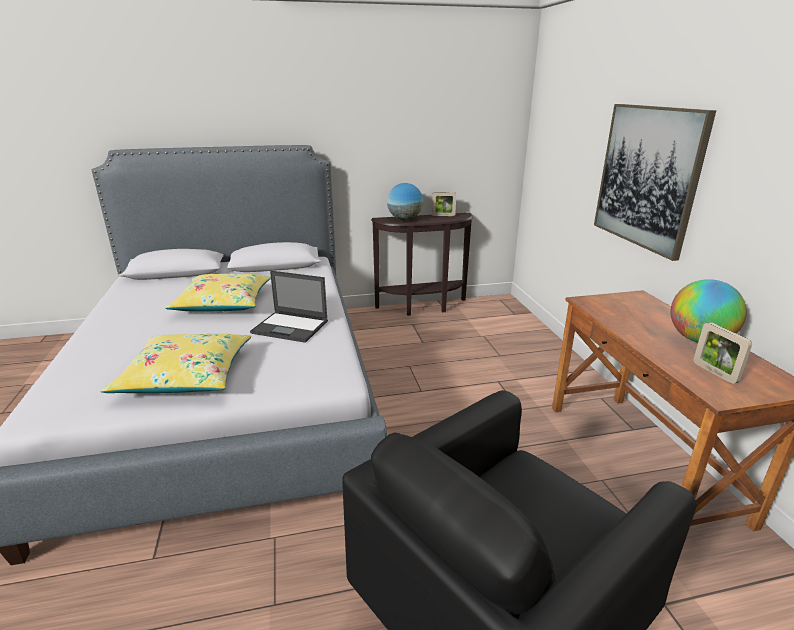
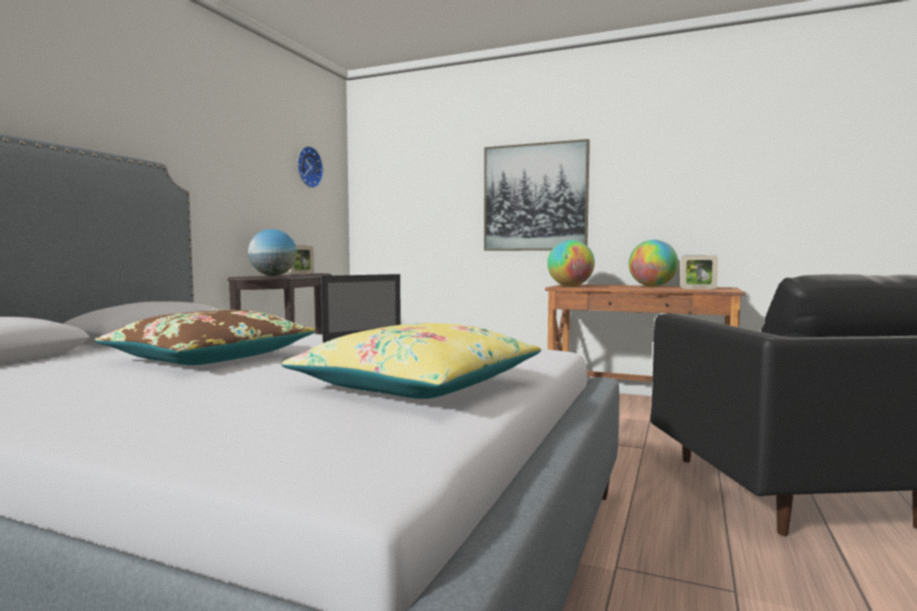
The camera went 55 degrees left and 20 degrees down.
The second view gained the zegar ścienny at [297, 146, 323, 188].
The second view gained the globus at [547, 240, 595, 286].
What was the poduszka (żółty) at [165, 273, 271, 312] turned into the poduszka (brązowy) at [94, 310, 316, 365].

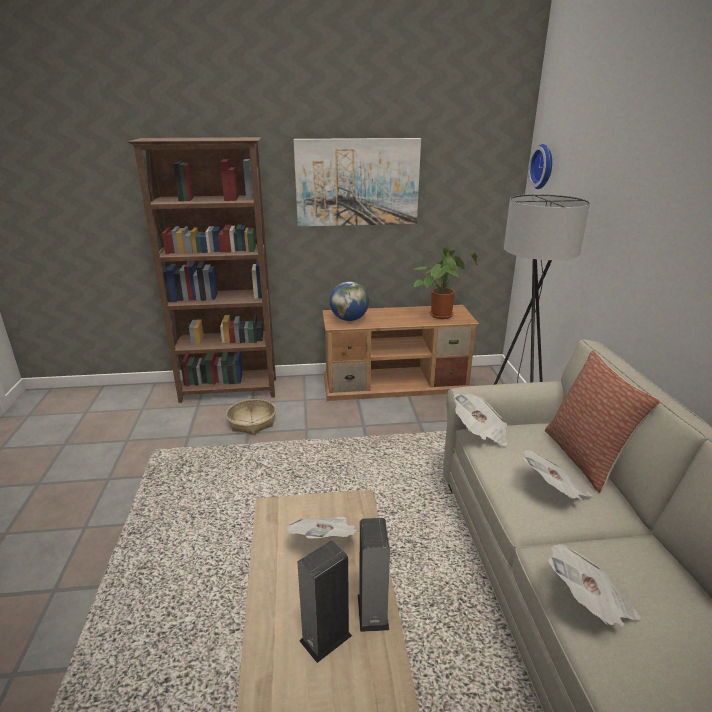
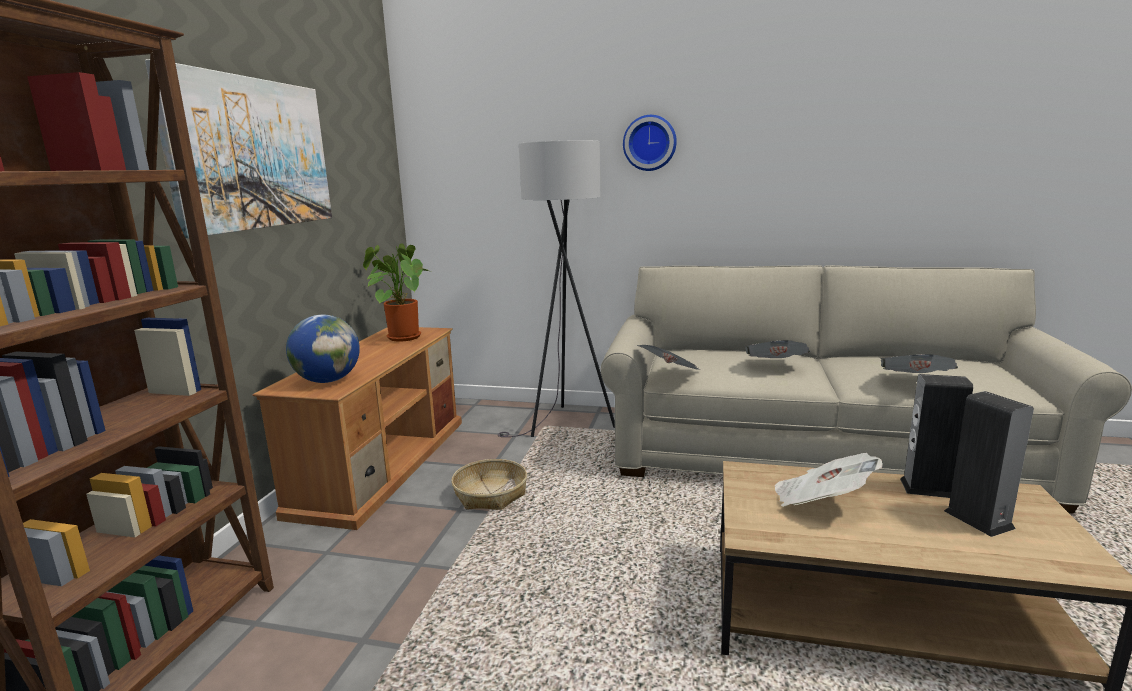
The camera went 70 degrees left and 10 degrees down.
The second view lost the poduszka at [545, 350, 660, 493].
The koszyk ended up elsewhere, having gone from [226, 399, 276, 435] to [451, 459, 527, 510].
The zegar ścienny ended up elsewhere, having gone from [528, 144, 552, 189] to [623, 115, 677, 171].

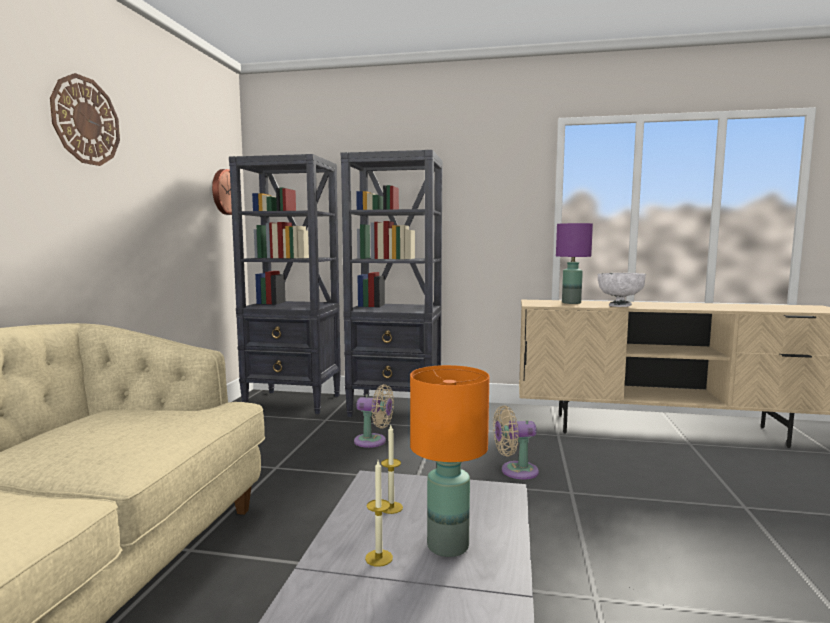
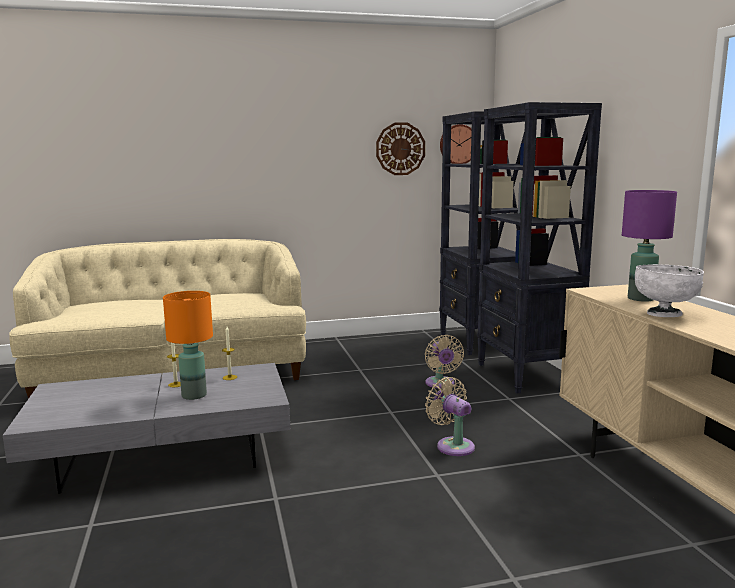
The camera went 65 degrees right and 5 degrees up.
The zegar ścienny ended up elsewhere, having gone from [50, 73, 120, 166] to [376, 123, 425, 175].

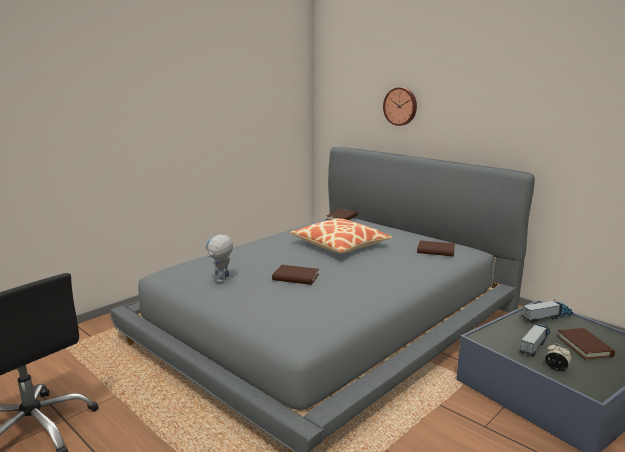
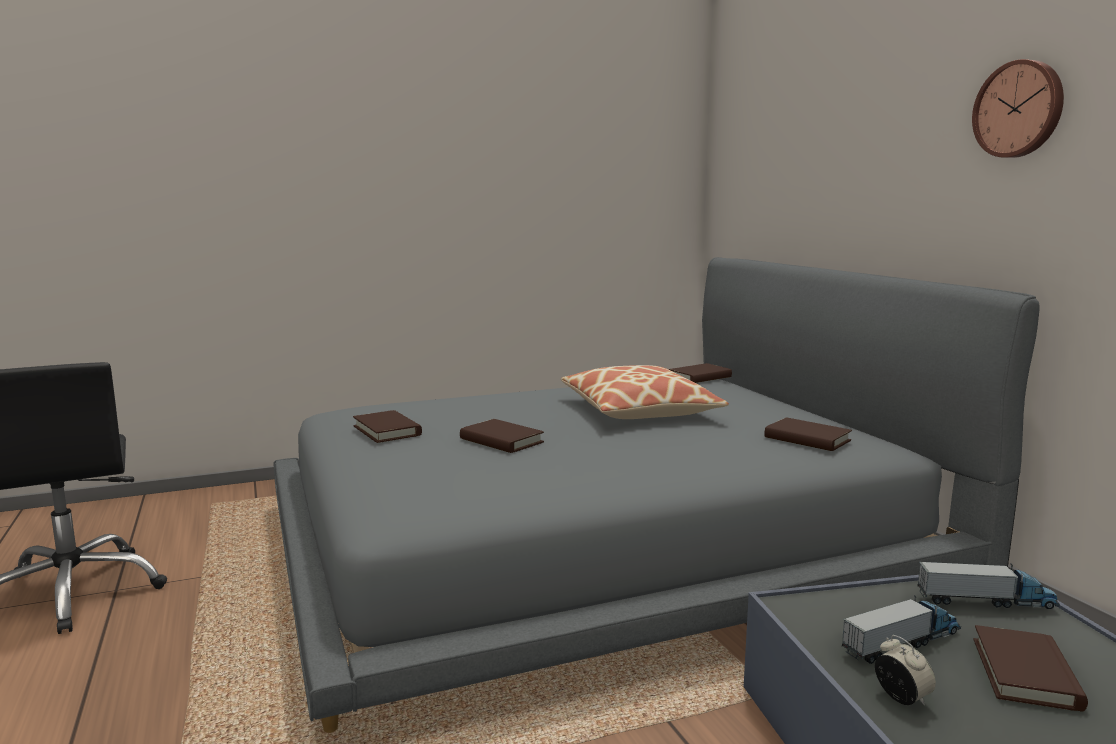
The camera went 25 degrees right and 5 degrees down.
The zegar ścienny ended up elsewhere, having gone from [383, 87, 417, 126] to [972, 59, 1064, 158].
Where the robot zabawkowy stood at [205, 235, 233, 283], the książka (brązowy) came to stand at [353, 410, 422, 443].

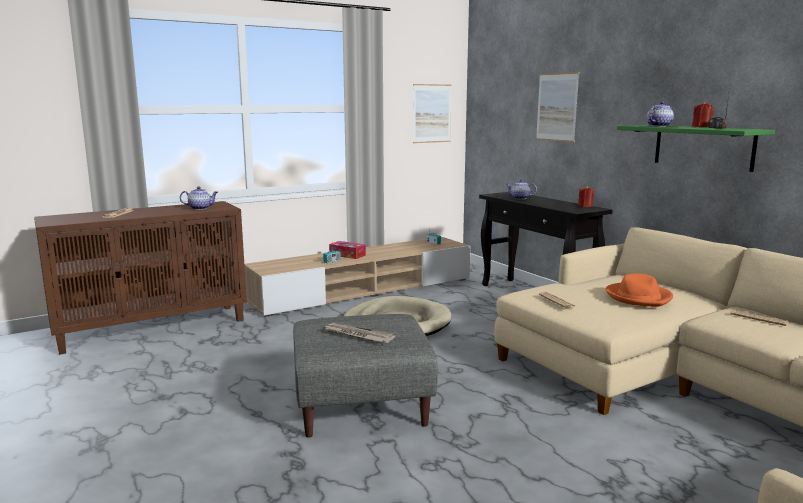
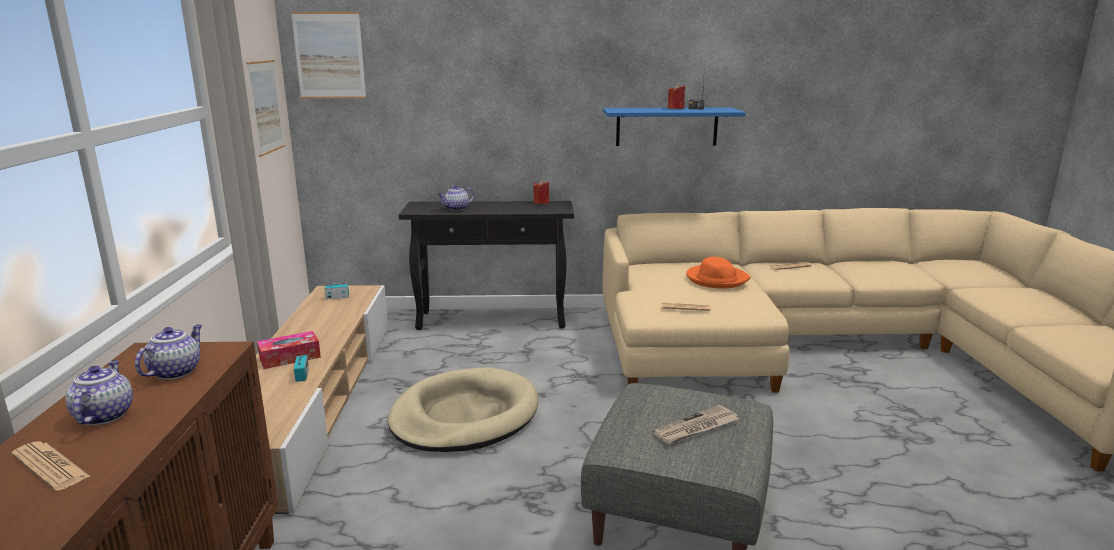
The camera went 60 degrees left and 5 degrees up.
The obraz ended up elsewhere, having gone from [536, 72, 579, 142] to [291, 12, 366, 99].
The imbryk ended up elsewhere, having gone from [647, 101, 674, 127] to [66, 360, 133, 425].
What was the półka (zielony) at [617, 125, 775, 172] turned into the półka (niebieski) at [603, 107, 746, 146].

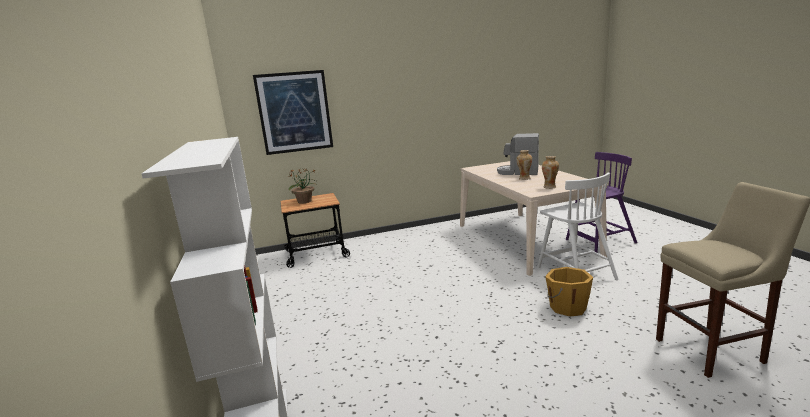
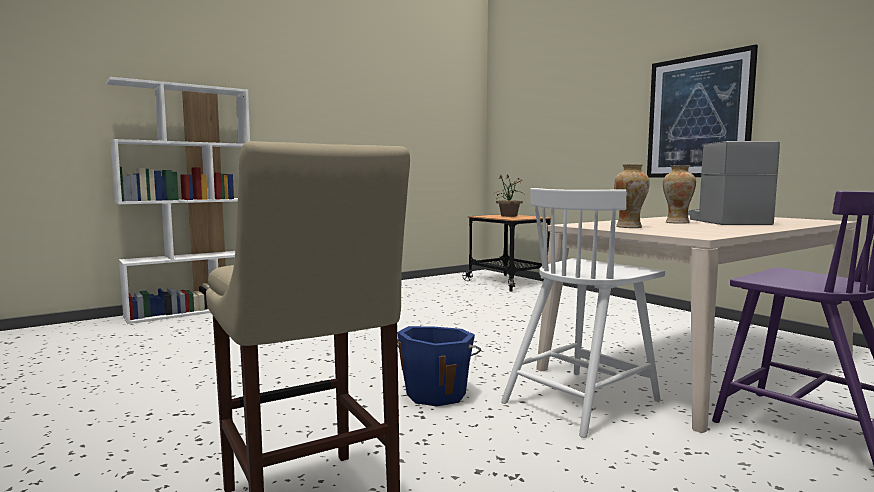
The camera went 70 degrees right and 10 degrees down.
The obraz ended up elsewhere, having gone from [253, 70, 333, 155] to [647, 44, 758, 177].
What was the wiadro (pomarańczowy) at [545, 267, 593, 317] turned into the wiadro (niebieski) at [397, 326, 481, 406].

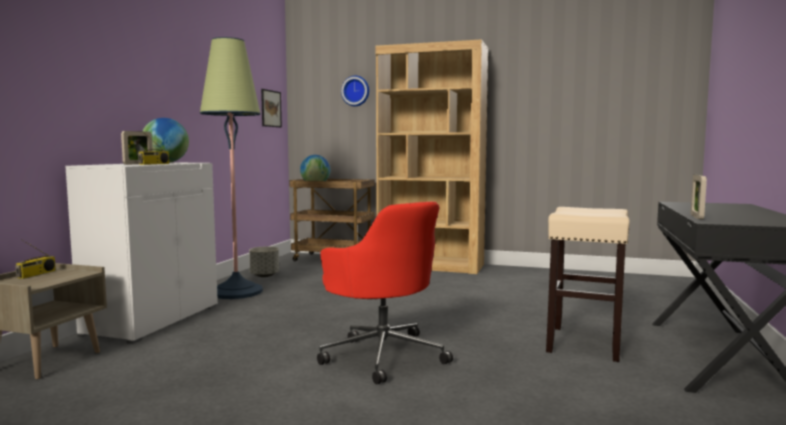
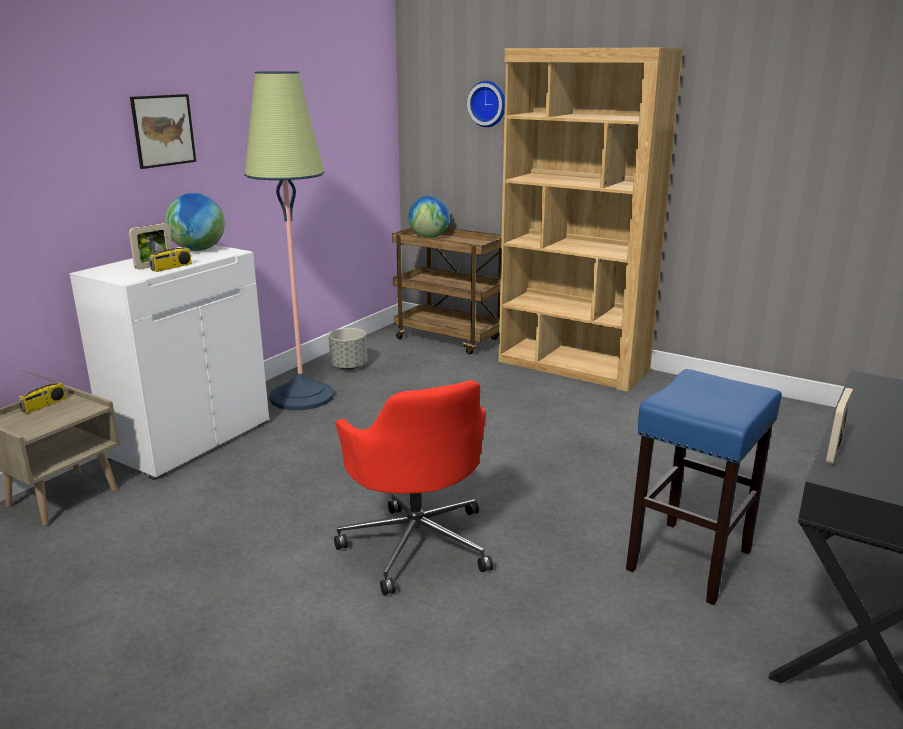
The camera went 15 degrees right and 15 degrees up.
The obraz ended up elsewhere, having gone from [261, 89, 282, 127] to [130, 94, 196, 169].
What was the stołek (beżowy) at [546, 207, 630, 362] turned into the stołek (niebieski) at [626, 369, 782, 605].

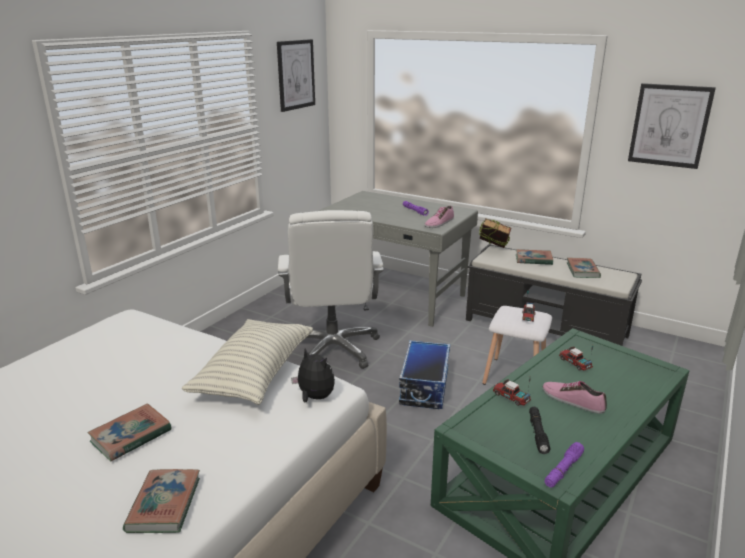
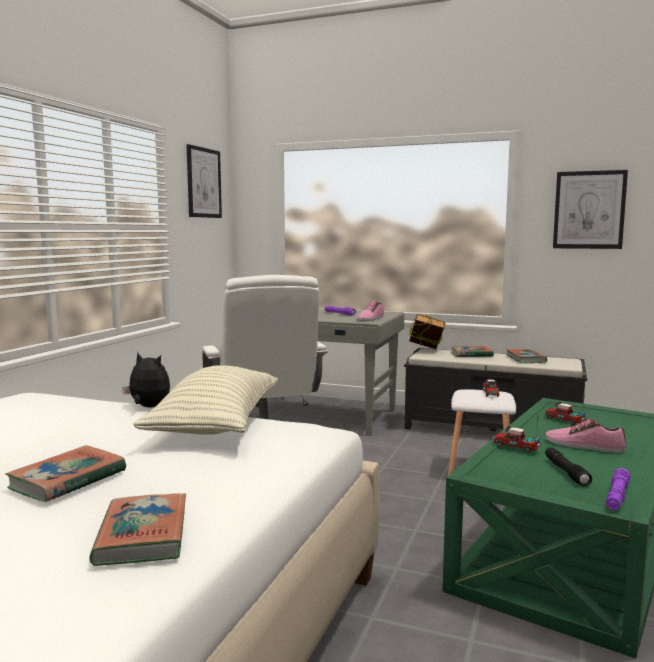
The camera went 10 degrees left and 15 degrees down.
The second view lost the pojemnik do przechowywania at [399, 340, 450, 409].
The pluszak ended up elsewhere, having gone from [291, 348, 335, 403] to [122, 353, 170, 407].

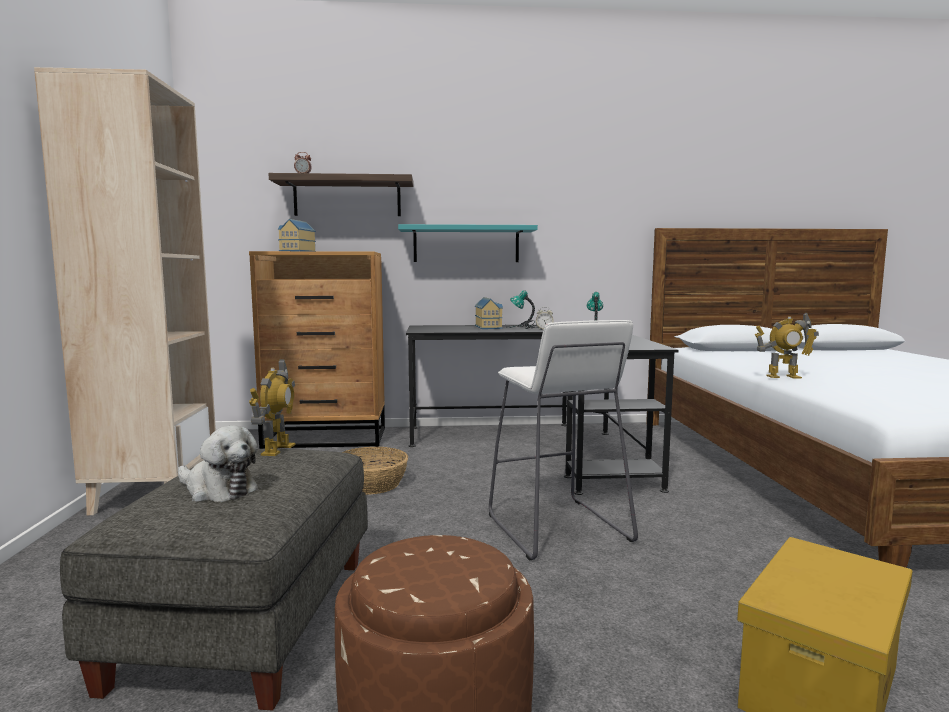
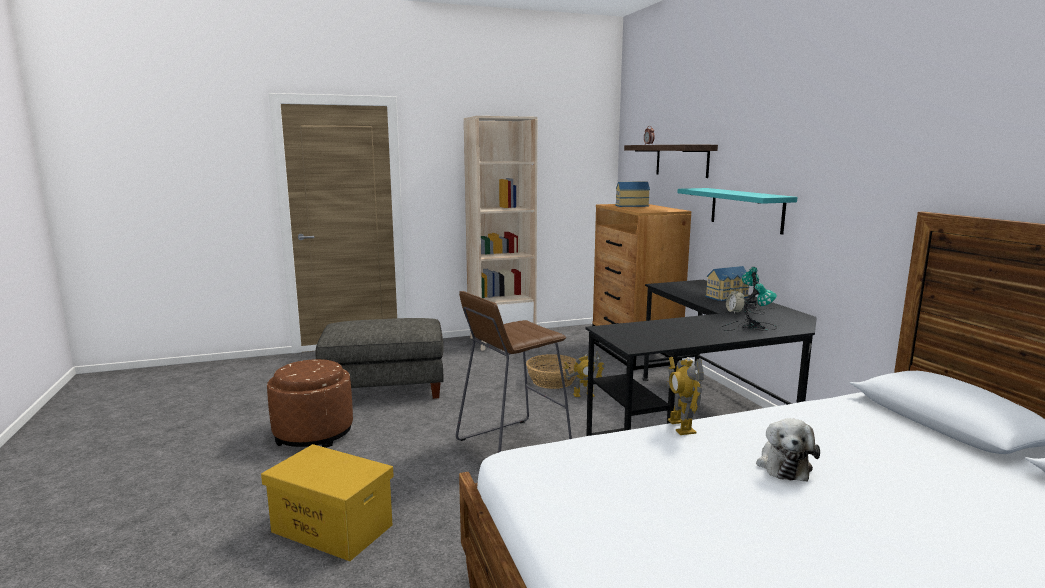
The camera went 75 degrees right and 5 degrees up.
The pluszak ended up elsewhere, having gone from [178, 425, 258, 502] to [756, 418, 820, 481].
The robot zabawkowy ended up elsewhere, having gone from [249, 359, 296, 456] to [563, 352, 605, 397].
What was the stołek (biały) at [489, 320, 638, 560] turned into the stołek (brązowy) at [456, 291, 572, 453].

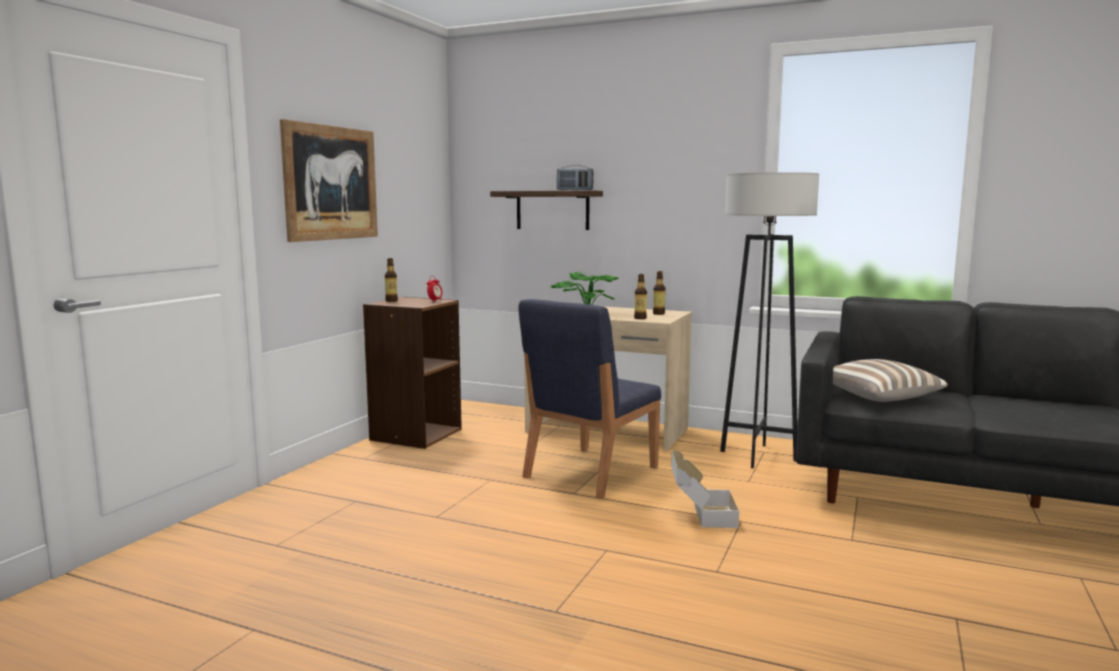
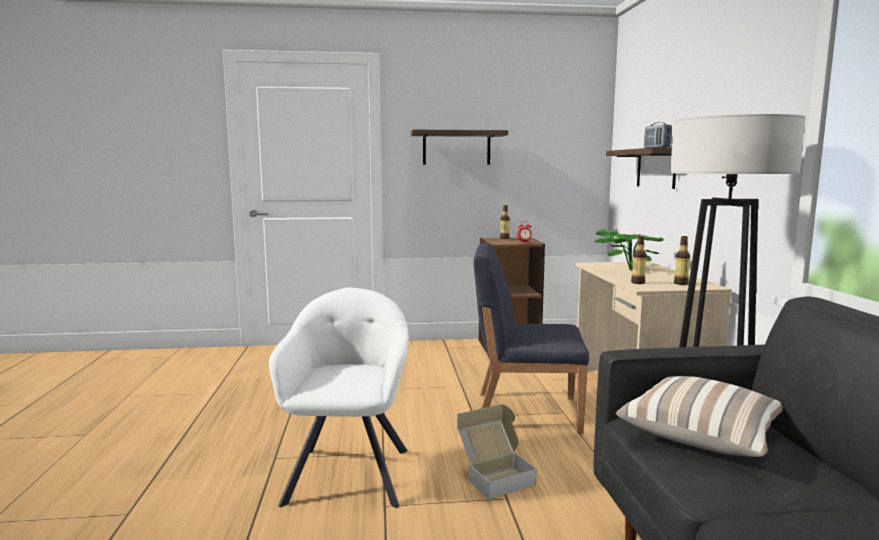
The camera went 60 degrees right and 0 degrees up.
The second view gained the fotel (biały) at [269, 287, 409, 508].
Where the obraz hung at [280, 119, 378, 242], the półka came to hang at [411, 130, 508, 165].

